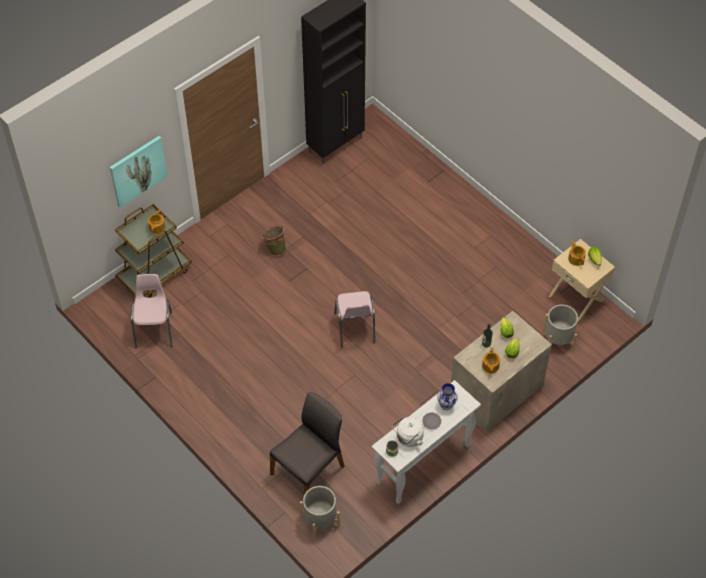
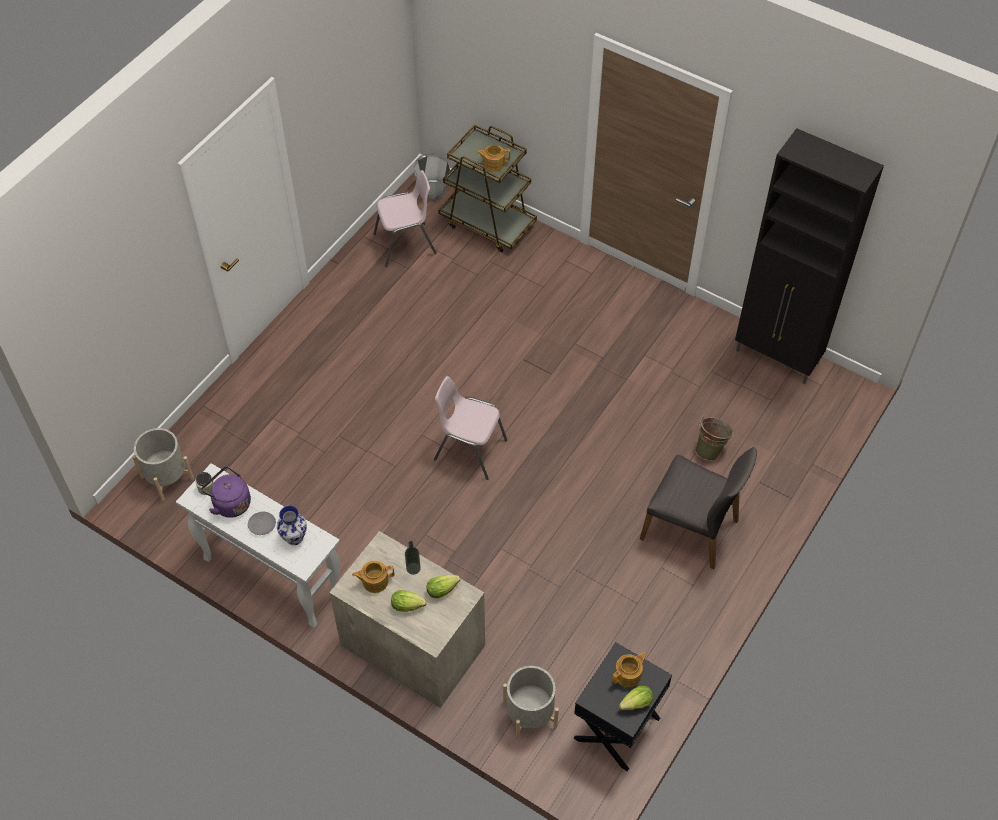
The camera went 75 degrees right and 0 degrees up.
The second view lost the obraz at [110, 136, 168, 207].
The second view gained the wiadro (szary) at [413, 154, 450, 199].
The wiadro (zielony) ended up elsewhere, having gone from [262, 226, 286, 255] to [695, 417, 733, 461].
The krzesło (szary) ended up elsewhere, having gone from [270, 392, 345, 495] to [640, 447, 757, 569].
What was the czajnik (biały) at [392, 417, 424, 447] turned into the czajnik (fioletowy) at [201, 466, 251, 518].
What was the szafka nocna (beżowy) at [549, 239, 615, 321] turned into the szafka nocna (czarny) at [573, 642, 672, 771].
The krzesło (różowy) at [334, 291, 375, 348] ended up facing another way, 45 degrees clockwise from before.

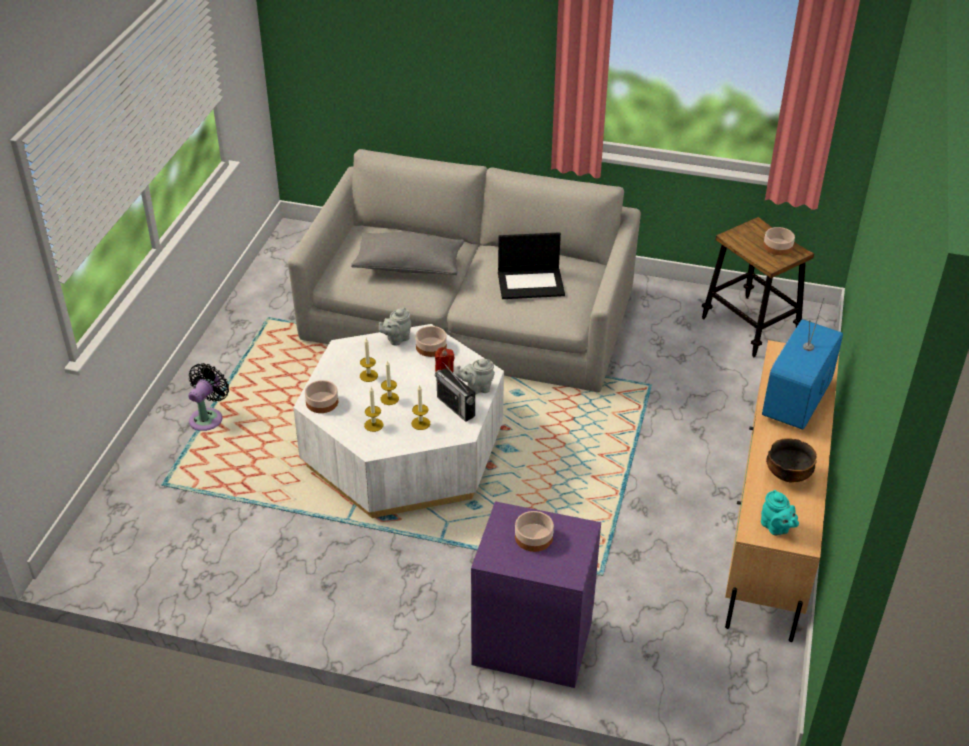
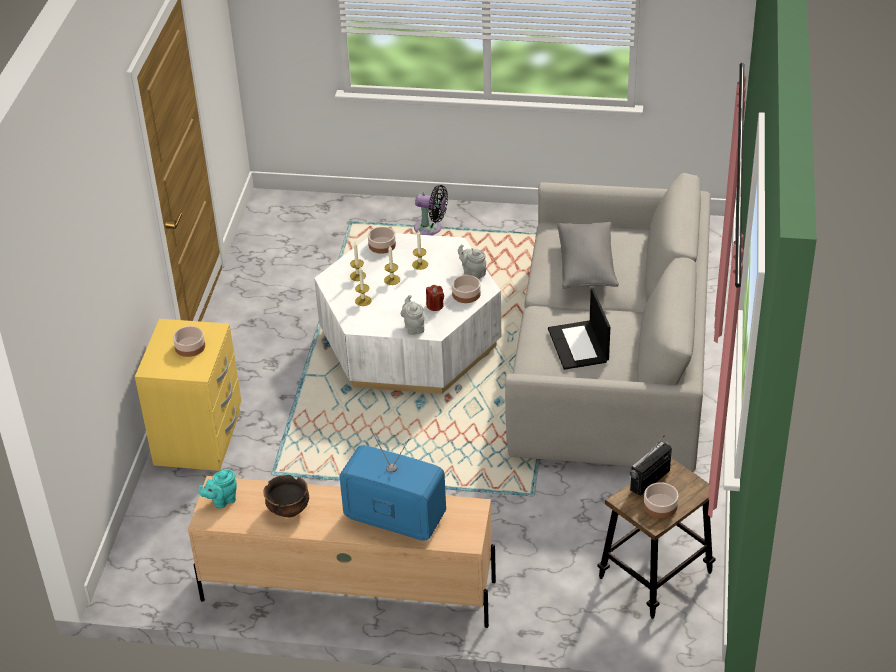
The camera went 85 degrees right and 0 degrees up.
The radio ended up elsewhere, having gone from [435, 362, 475, 422] to [630, 436, 672, 496].
What was the szafka nocna (fioletowy) at [471, 501, 601, 688] turned into the szafka nocna (żółty) at [135, 319, 241, 471].

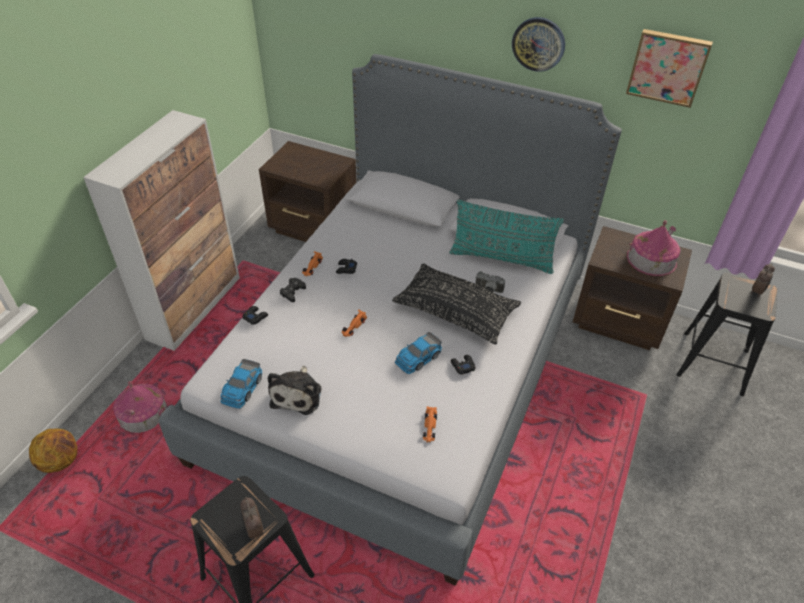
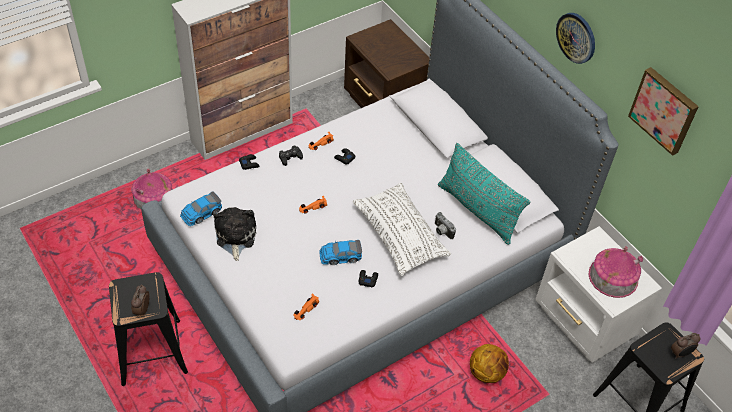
The camera went 30 degrees right and 5 degrees up.
The piłka do koszykówki ended up elsewhere, having gone from [29, 429, 77, 473] to [470, 344, 509, 383].
What was the poduszka (czarny) at [392, 263, 521, 344] turned into the poduszka (biały) at [353, 183, 451, 276].
What was the szafka nocna (brązowy) at [573, 226, 692, 350] turned into the szafka nocna (biały) at [535, 226, 662, 363].
The pluszak at [268, 366, 322, 415] ended up facing another way, 135 degrees clockwise from before.

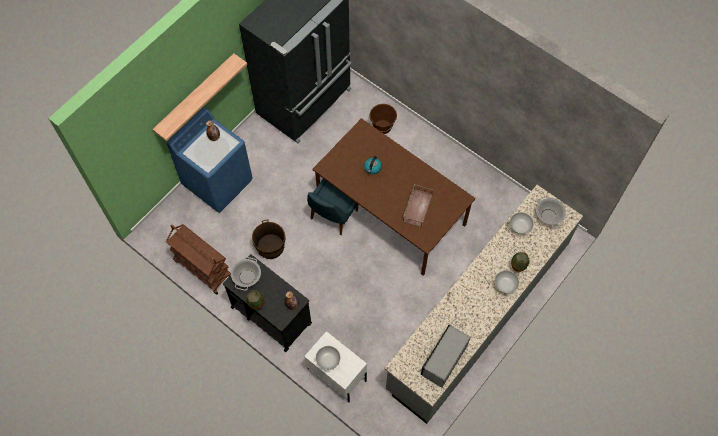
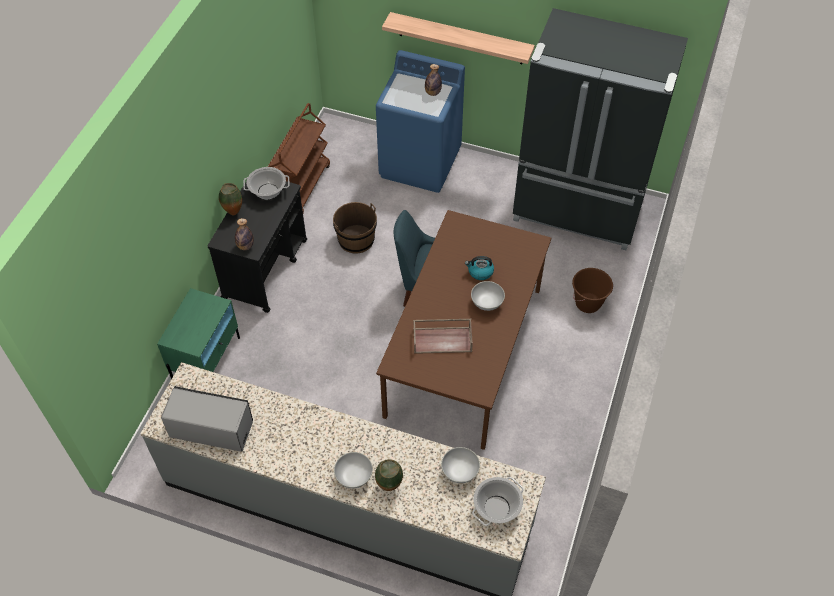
The camera went 70 degrees right and 10 degrees down.
The miska (biały) ended up elsewhere, having gone from [316, 346, 340, 370] to [471, 281, 505, 311].
What was the szafka nocna (biały) at [304, 331, 367, 402] turned into the szafka nocna (zielony) at [157, 288, 240, 379].

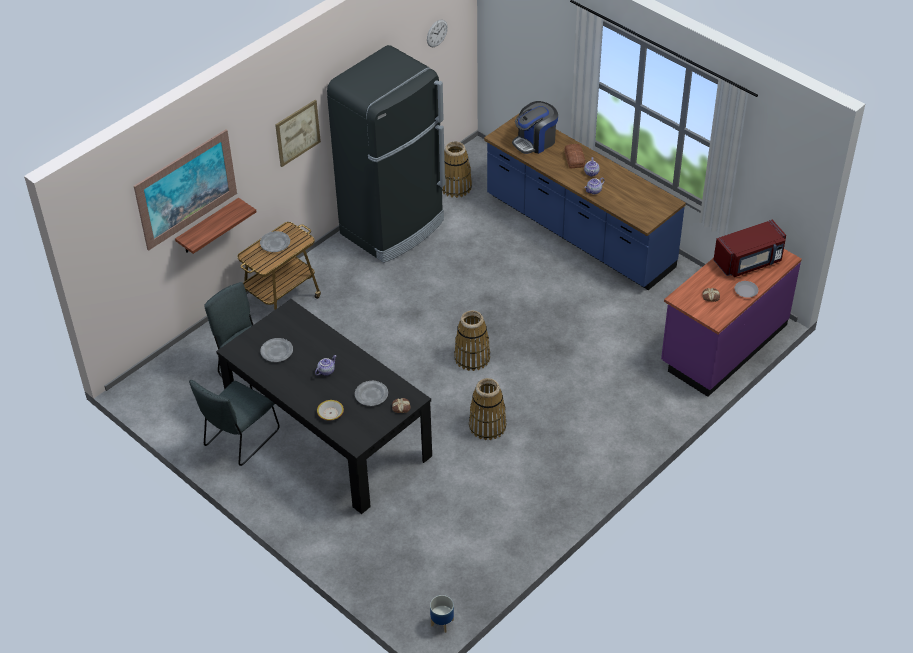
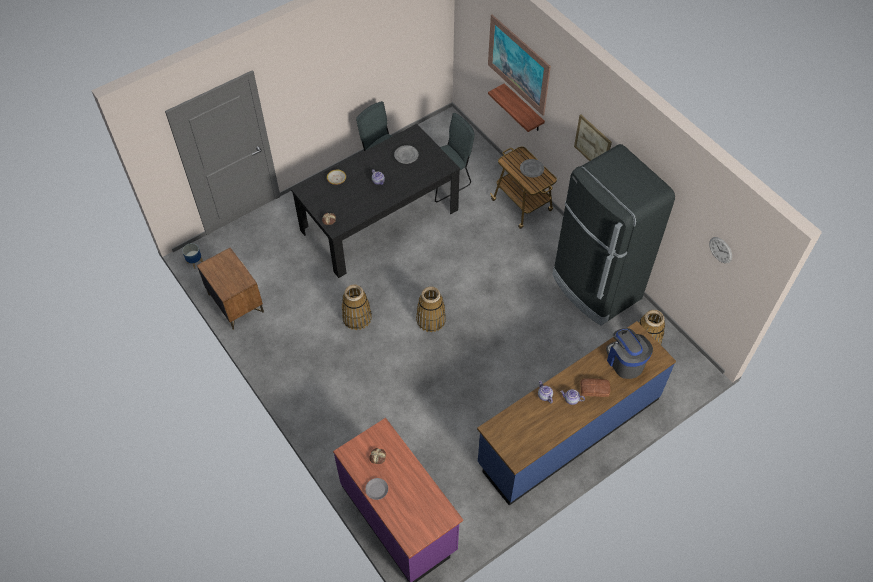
The camera went 100 degrees right and 10 degrees up.
The second view lost the talerz (szary) at [355, 381, 388, 406].
The second view lost the mikrofalówka (czerwony) at [713, 220, 786, 277].
The second view gained the szafka nocna (brązowy) at [197, 247, 264, 330].

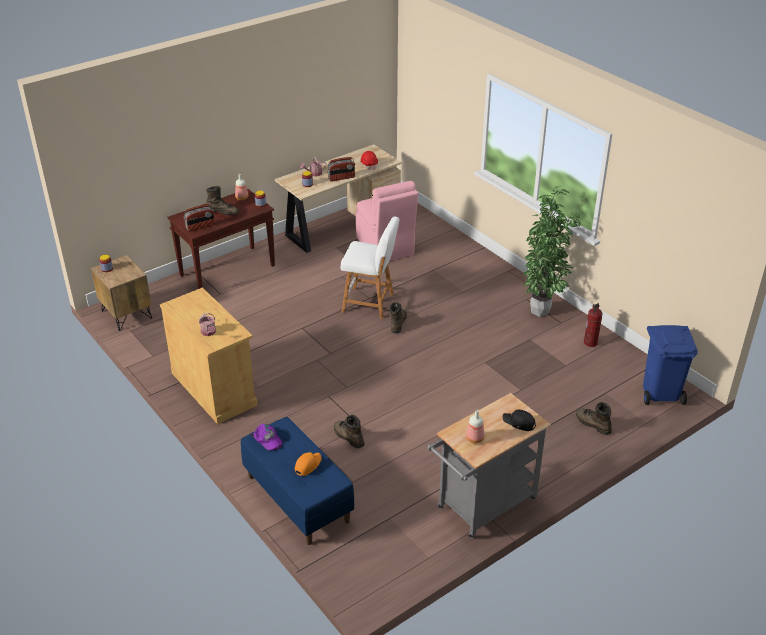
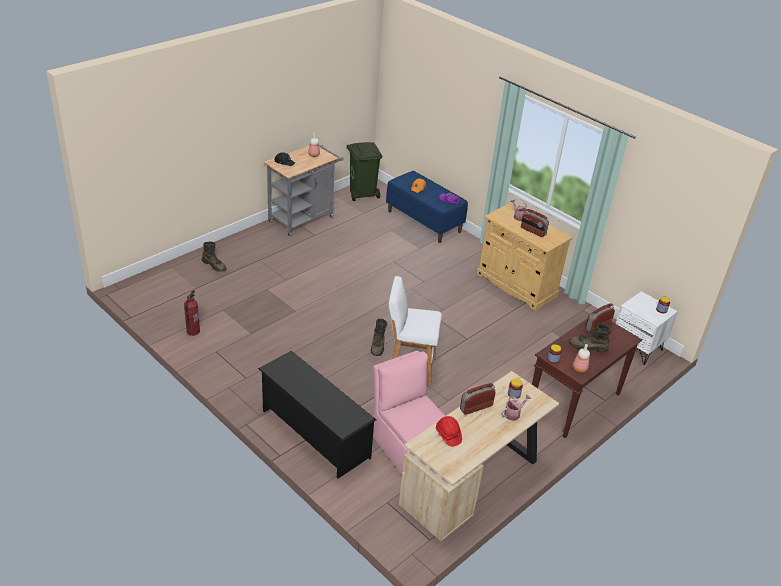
The camera went 170 degrees right and 0 degrees up.
The second view lost the but z cholewką (brązowy) at [334, 415, 365, 448].
The second view lost the roślina doniczkowa at [523, 186, 580, 317].
The second view lost the kosz na śmieci (niebieski) at [643, 325, 698, 405].
The second view gained the regał na buty (czarny) at [258, 351, 376, 479].
The second view gained the kosz na śmieci (zielony) at [347, 142, 382, 201].
The second view gained the radio at [521, 209, 549, 237].
What was the szafka nocna (brązowy) at [91, 255, 152, 331] turned into the szafka nocna (biały) at [616, 291, 678, 365].

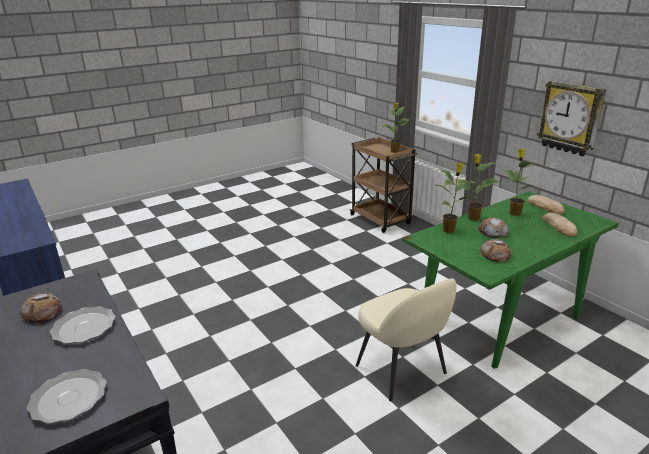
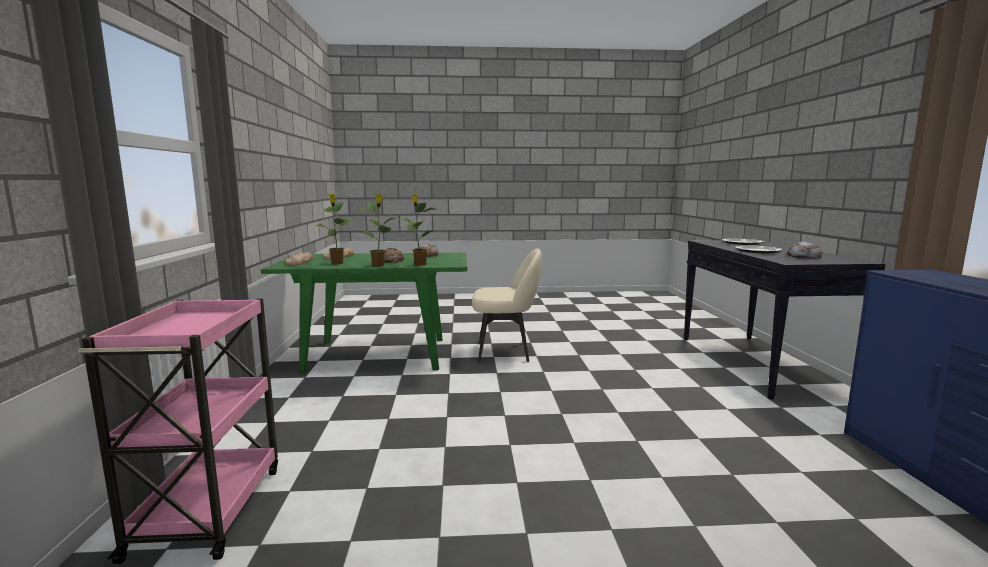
The camera went 150 degrees left and 15 degrees down.
The second view lost the roślina doniczkowa at [381, 102, 410, 153].
The second view lost the zegar ścienny at [537, 81, 606, 156].
What was the wózek (brązowy) at [350, 137, 417, 233] turned into the wózek (różowy) at [78, 298, 278, 564].
The krzesło (beżowy) at [356, 278, 457, 401] ended up facing another way, 90 degrees clockwise from before.

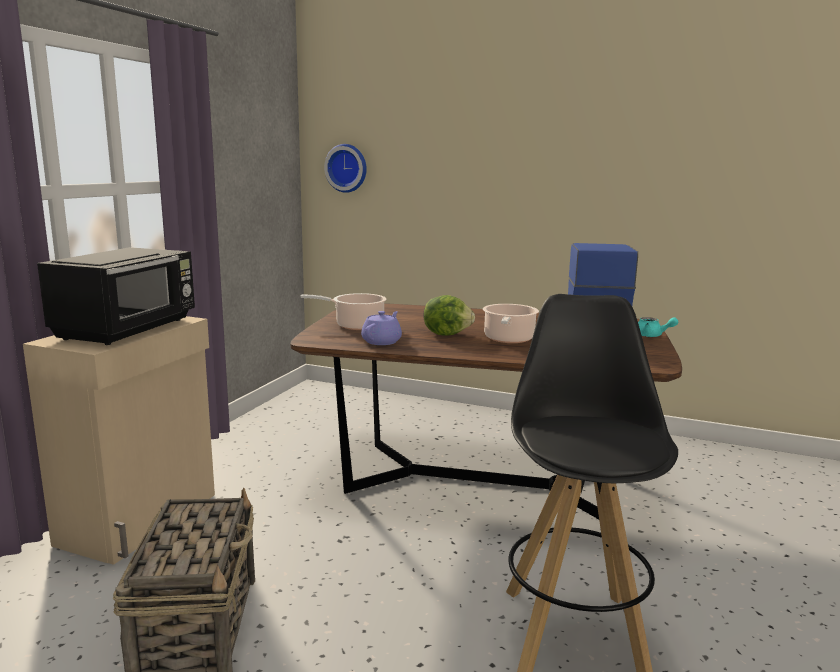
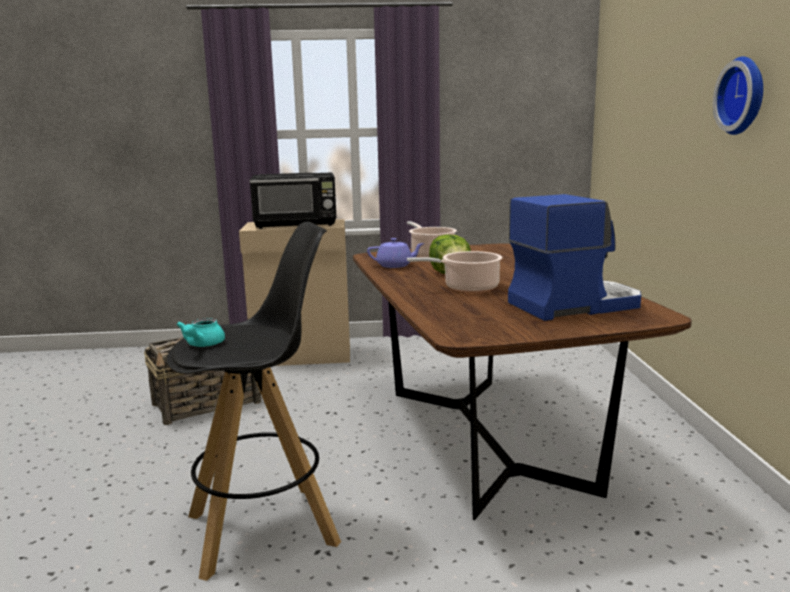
The camera went 65 degrees right and 0 degrees up.
The zegar ścienny ended up elsewhere, having gone from [324, 144, 367, 193] to [713, 56, 763, 135].
The imbryk (turkusowy) ended up elsewhere, having gone from [638, 317, 678, 337] to [176, 318, 225, 347].

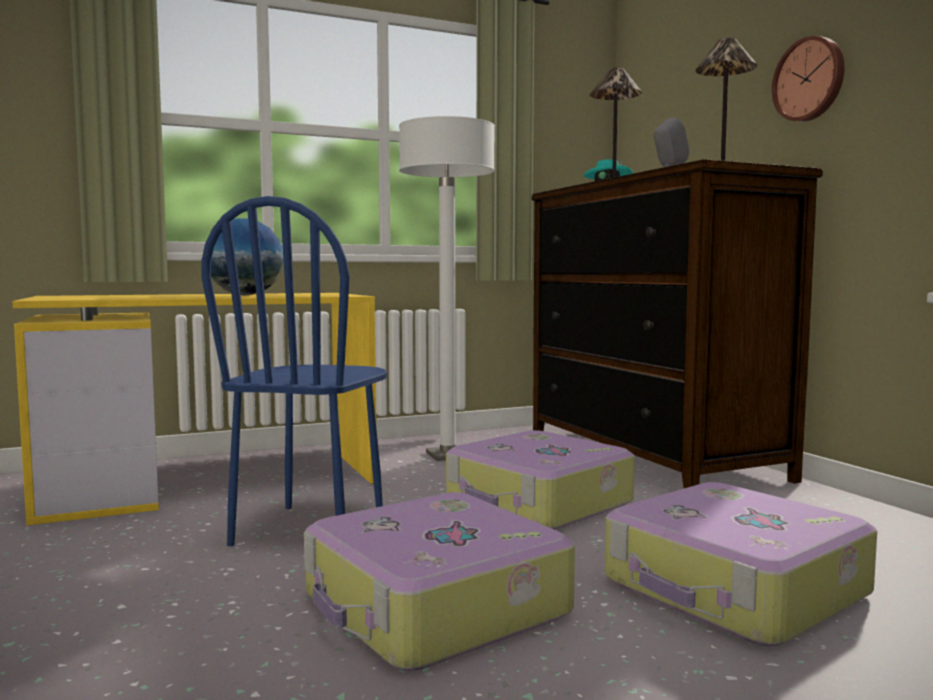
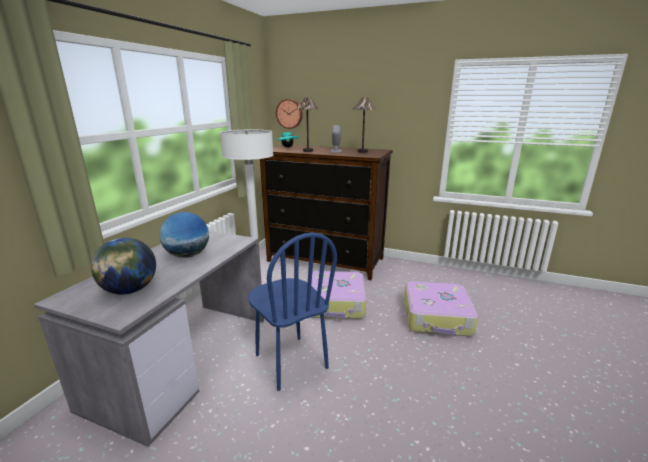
The camera went 45 degrees left and 15 degrees up.
The second view lost the walizka at [304, 492, 575, 671].
The second view gained the globus at [91, 238, 156, 295].
The zegar ścienny ended up elsewhere, having gone from [772, 36, 845, 122] to [276, 99, 303, 129].
What was the biurko (żółty) at [12, 293, 376, 525] turned into the biurko (szary) at [34, 231, 264, 447].

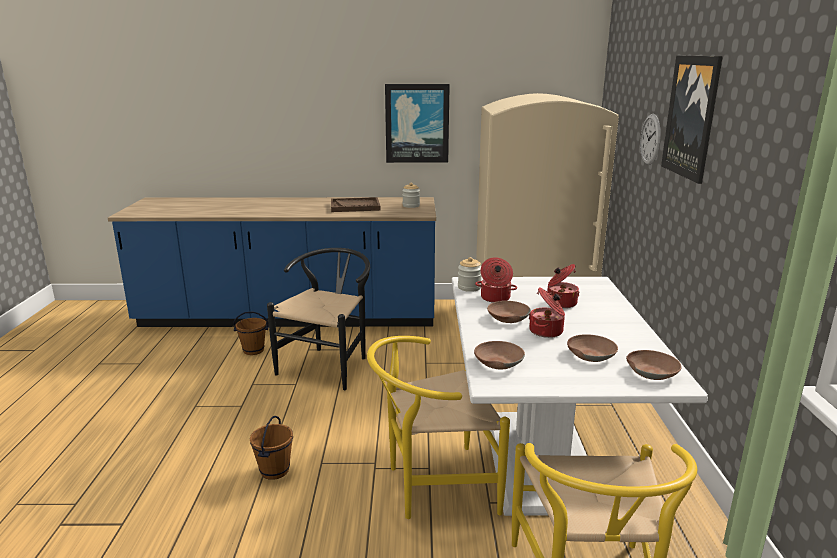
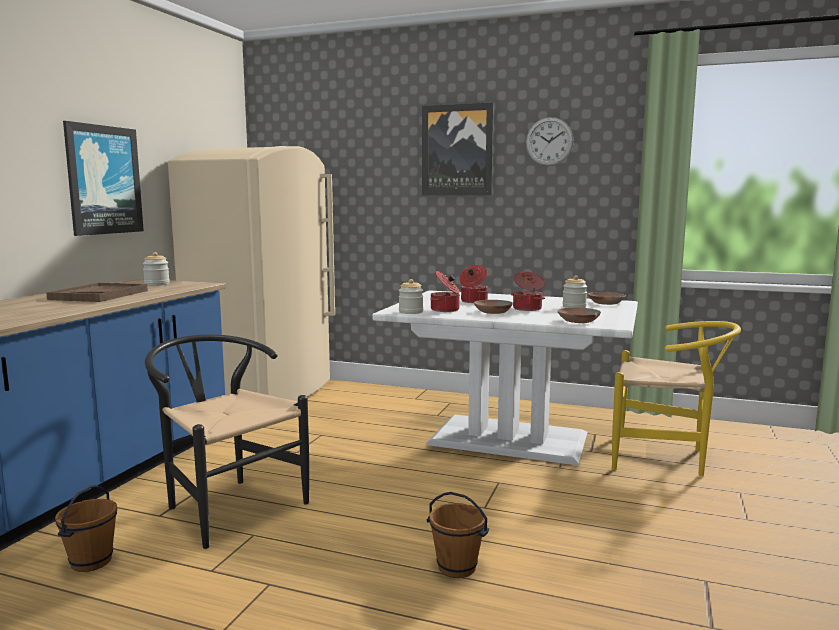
The camera went 70 degrees left and 10 degrees down.
The second view lost the krzesło (żółty) at [367, 336, 510, 519].
The zegar ścienny ended up elsewhere, having gone from [640, 114, 661, 165] to [526, 117, 574, 166].
Where the miska (brązowy) stood at [567, 334, 618, 362], the słoik came to stand at [562, 275, 587, 308].

